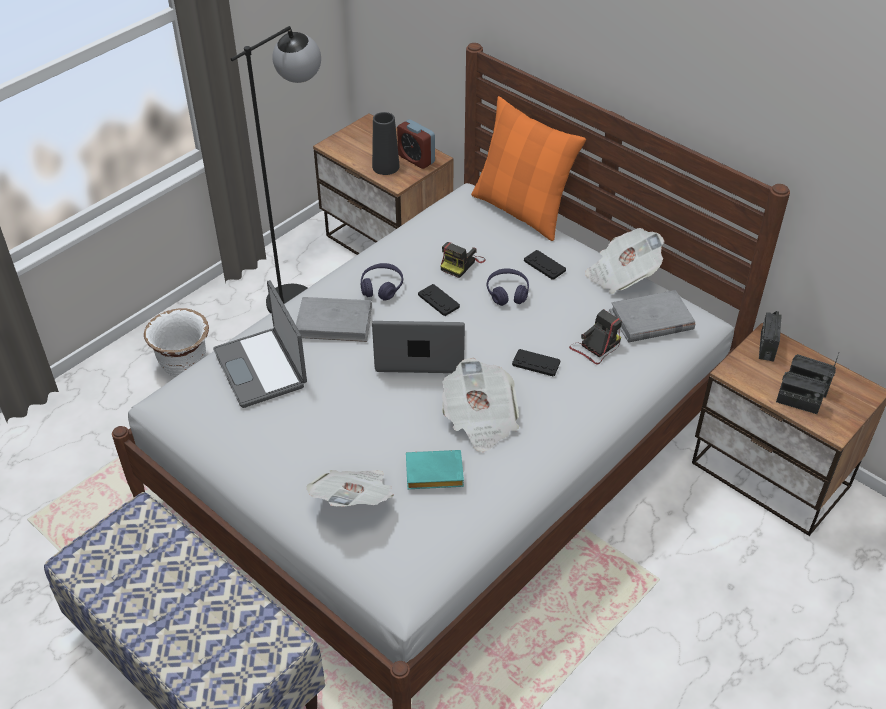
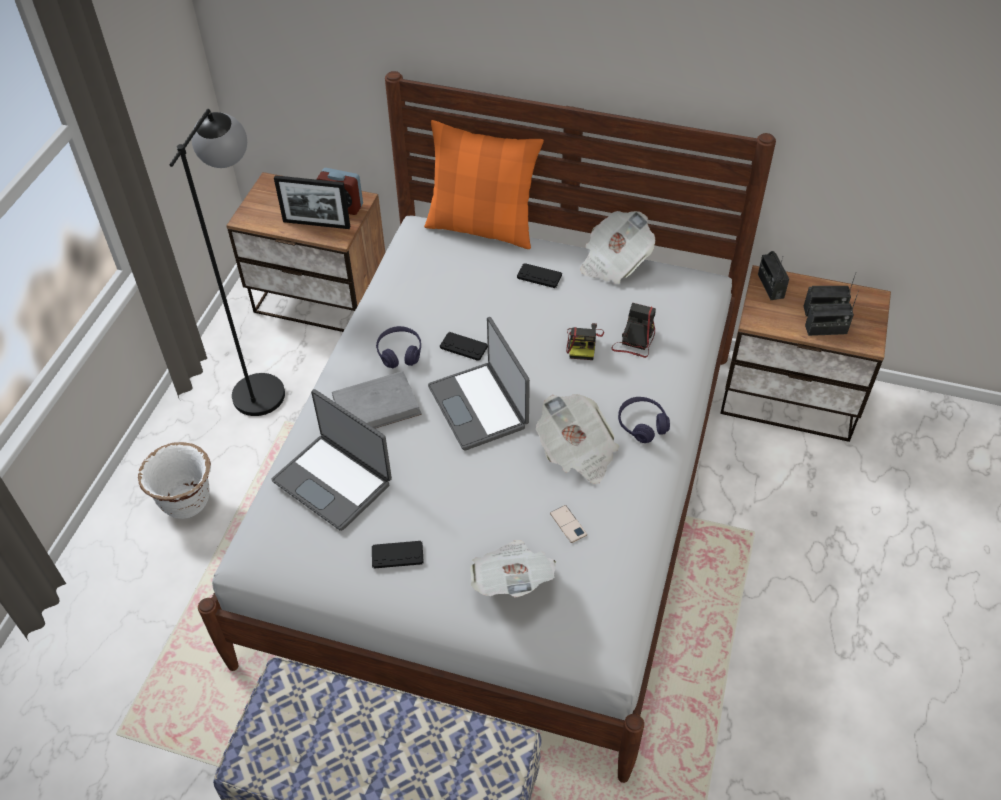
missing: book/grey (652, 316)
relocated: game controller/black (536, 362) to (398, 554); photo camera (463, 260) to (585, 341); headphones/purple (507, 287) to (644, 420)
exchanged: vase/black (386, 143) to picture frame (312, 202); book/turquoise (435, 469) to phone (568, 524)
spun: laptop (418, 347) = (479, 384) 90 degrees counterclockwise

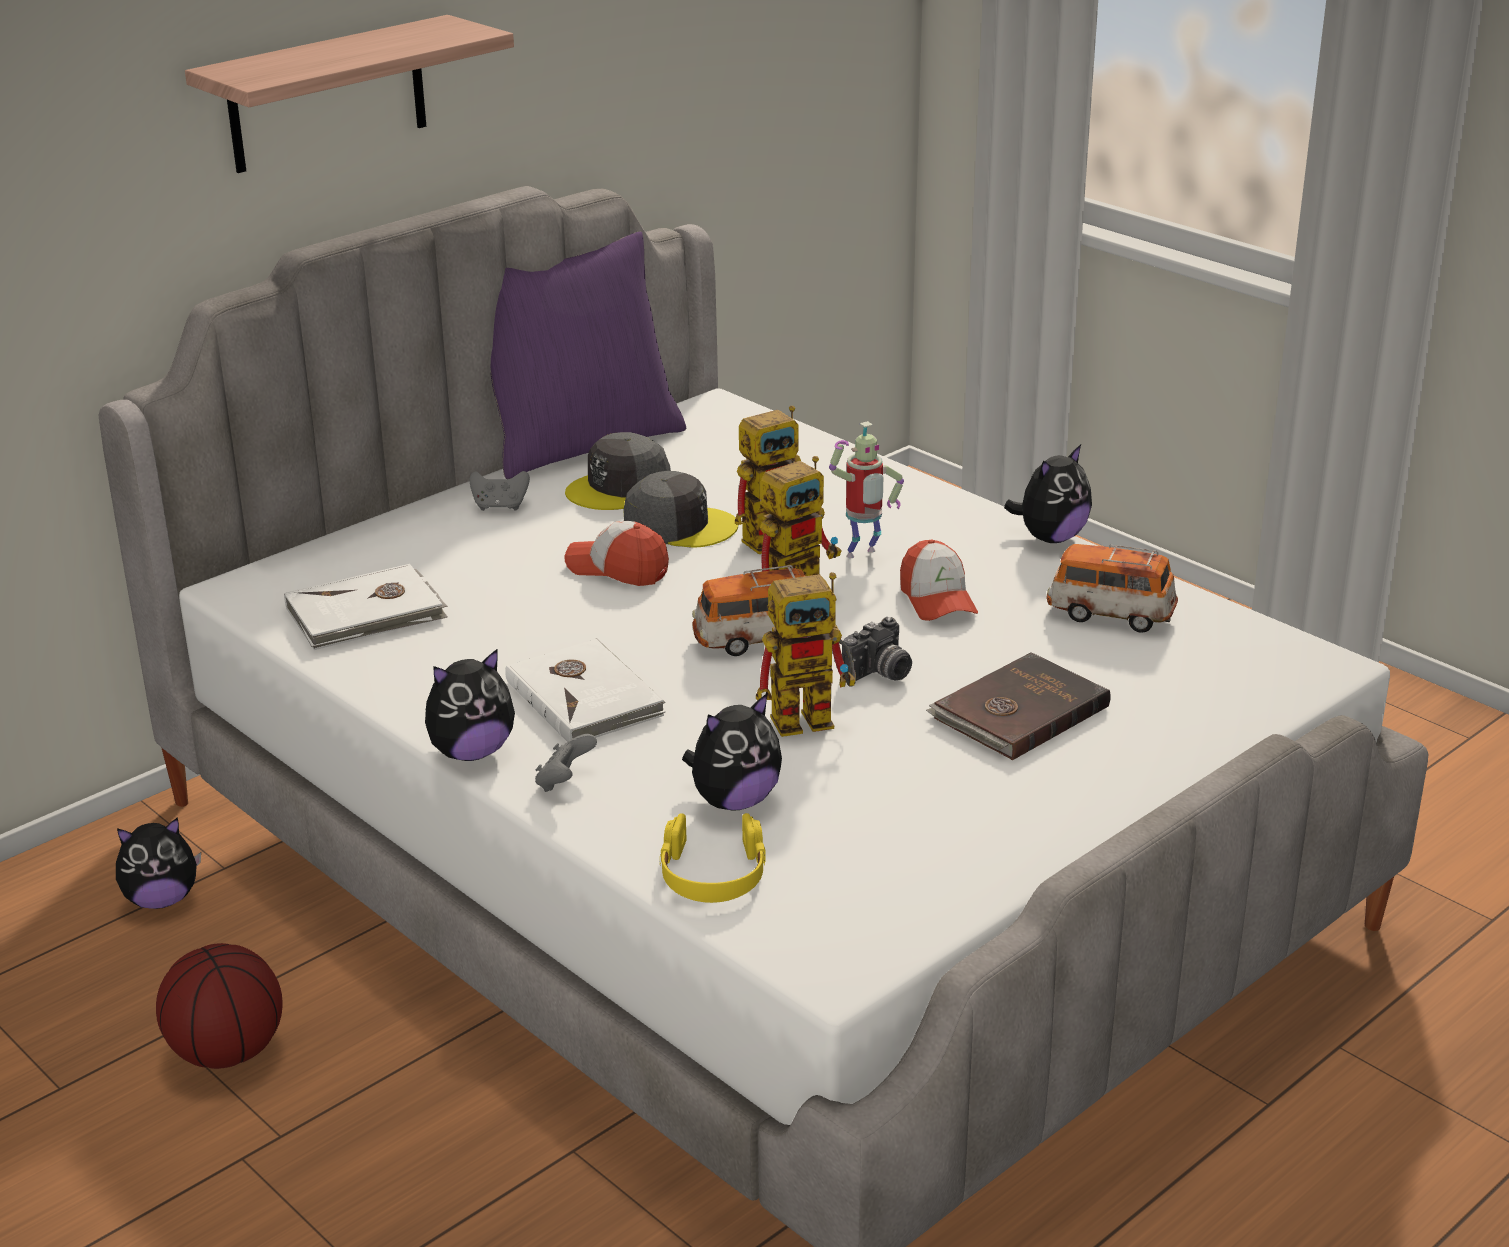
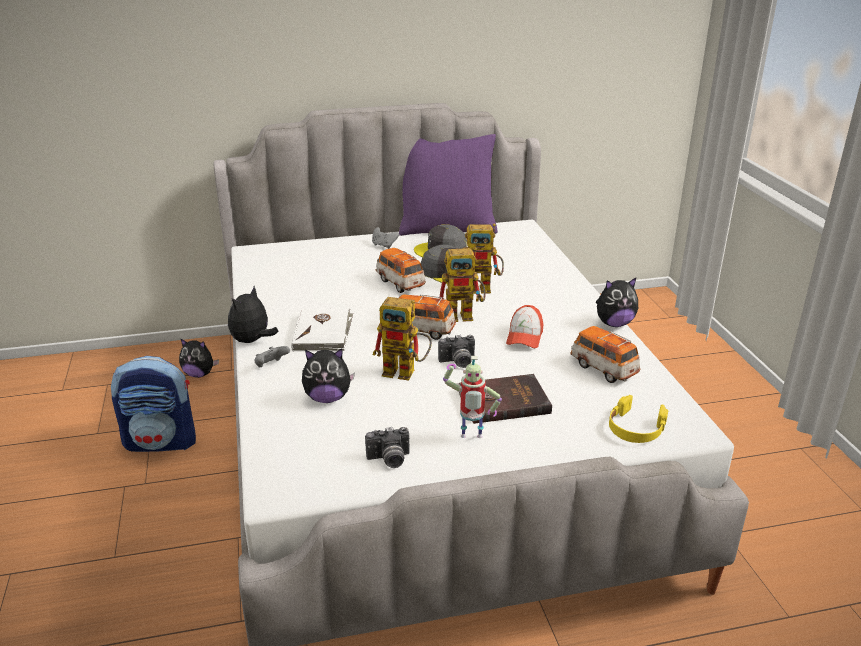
missing: shelf (349, 94); book/white (366, 607)
appeared: photo camera (387, 447)
relocated: toy robot (866, 489) to (472, 397); headphones/yellow (713, 858) to (638, 419)
exchanged: basketball (219, 1006) to backpack (153, 404); cap (617, 553) to toy car (401, 270)
spun: plush toy (470, 704) = (253, 314) 120 degrees clockwise

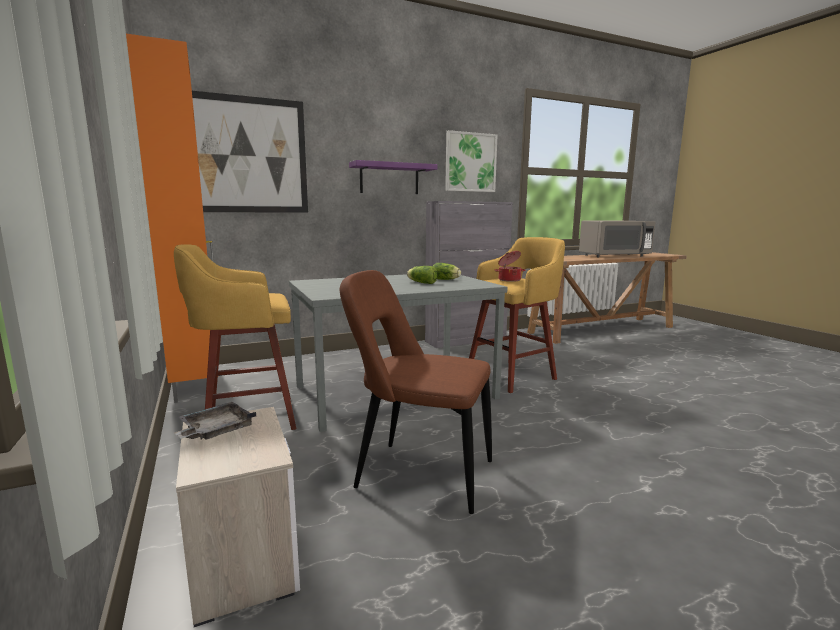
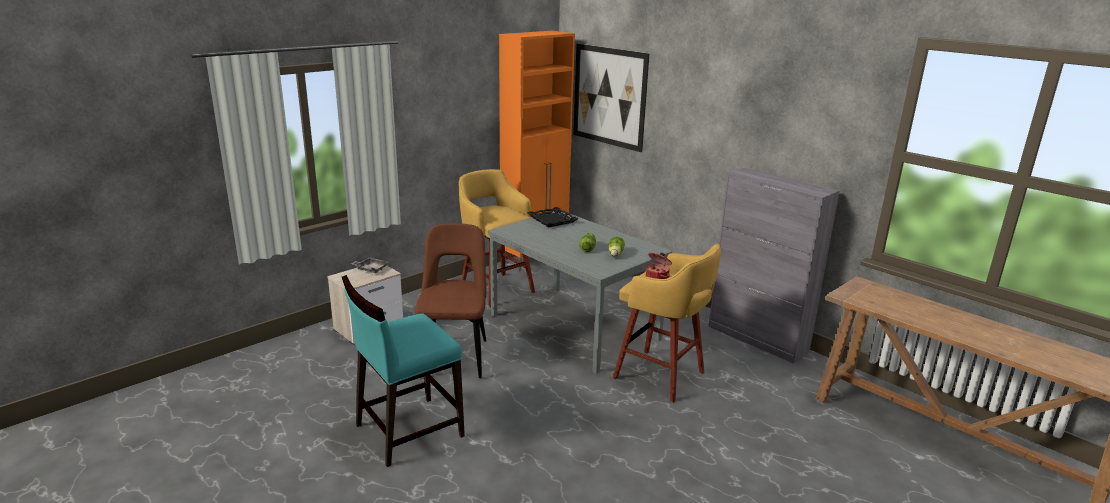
missing: shelf/purple (393, 177); picture (471, 161); microwave/grey (617, 239)
appeared: chair/turquoise (403, 371); tray/black (553, 217)

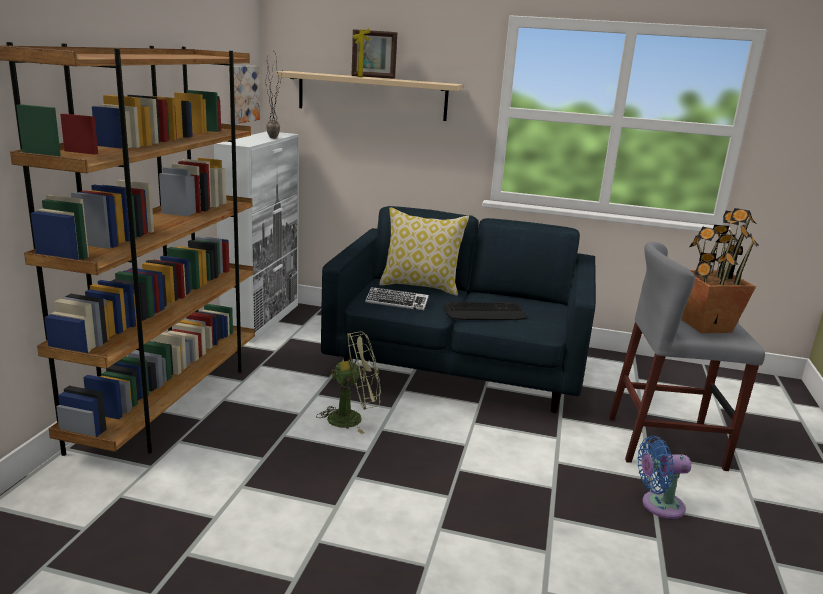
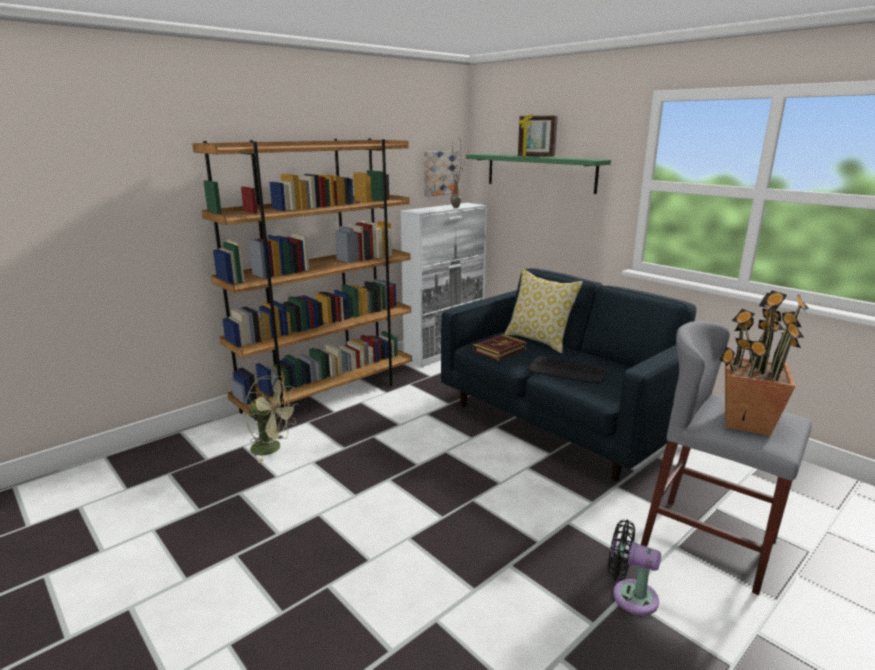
relocated: fan/green (348, 382) to (271, 419)
exchanged: keyboard (397, 299) to book (500, 347)
colour: shelf/beige (369, 96) to shelf/green (538, 174); fan/blue (664, 477) to fan/black (634, 568)

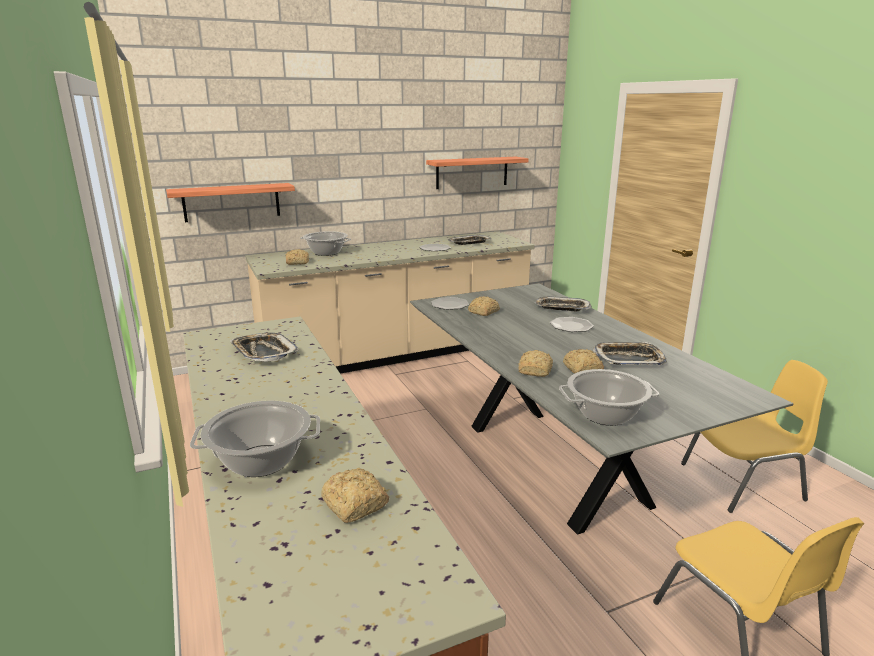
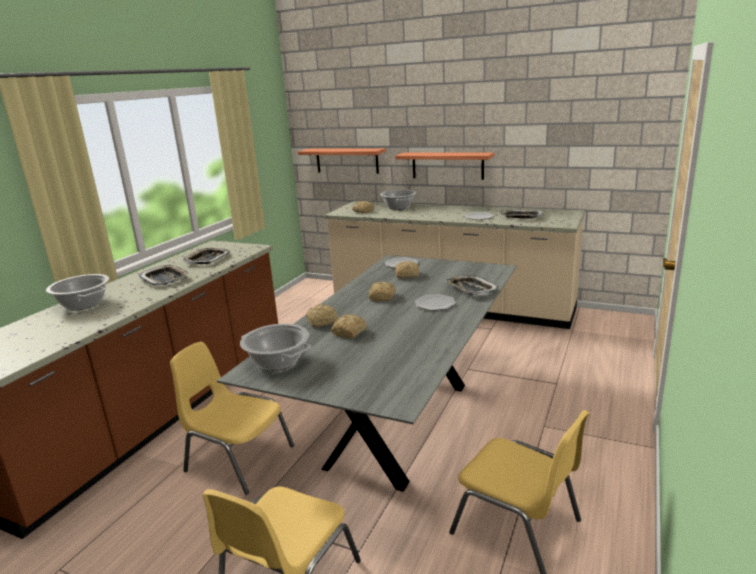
appeared: chair/yellow (232, 418)
relocated: tray (630, 353) to (164, 275); bread (355, 495) to (382, 291); shelf (477, 173) to (444, 166)

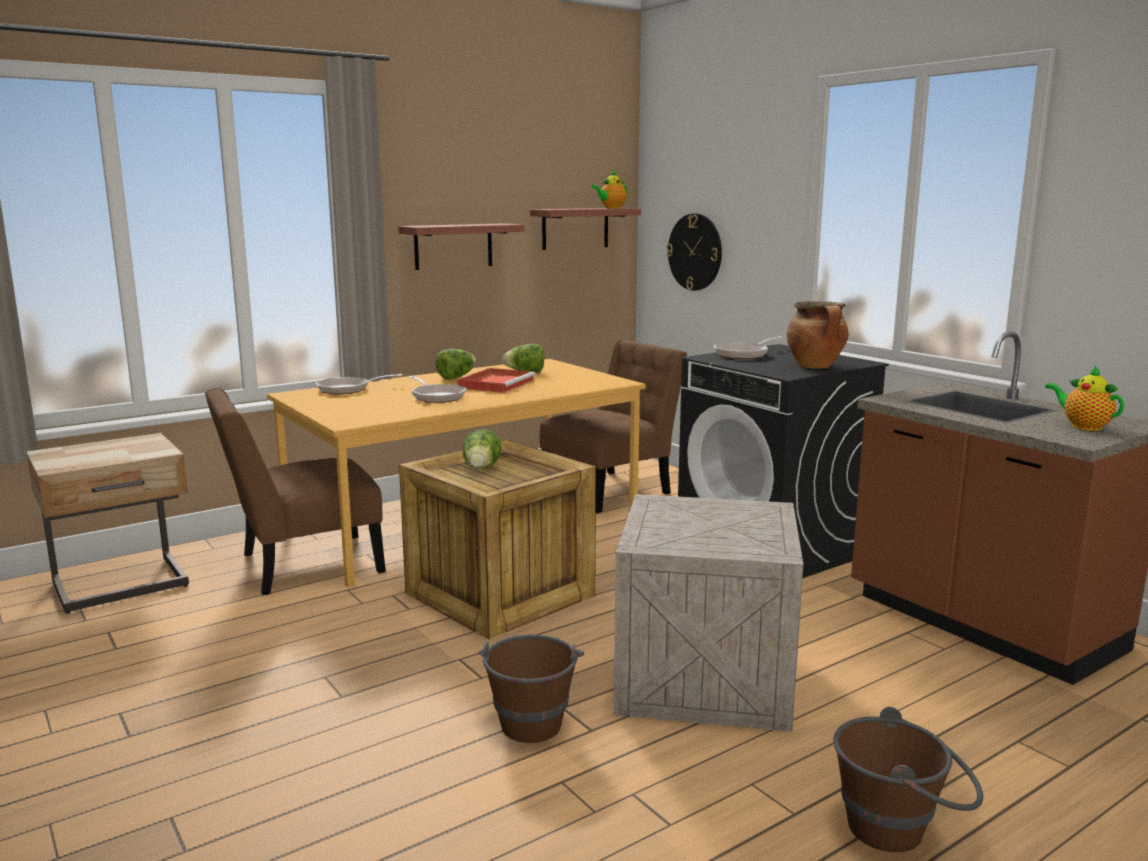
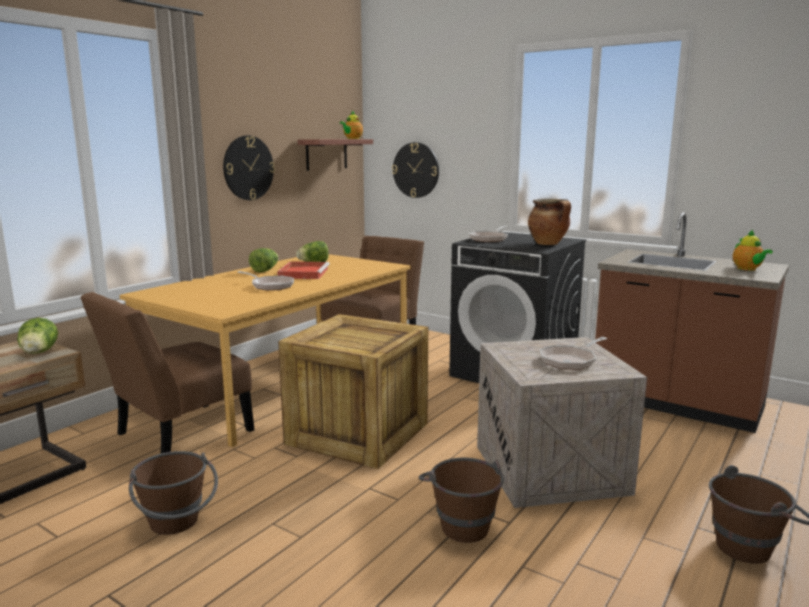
appeared: bucket/brown (173, 493)
relocated: lettuce (482, 449) to (37, 336); frying pan (359, 384) to (573, 353)
exchanged: shelf (461, 246) to wall clock (249, 167)
spun: teapot (1084, 398) = (753, 250) 135 degrees counterclockwise

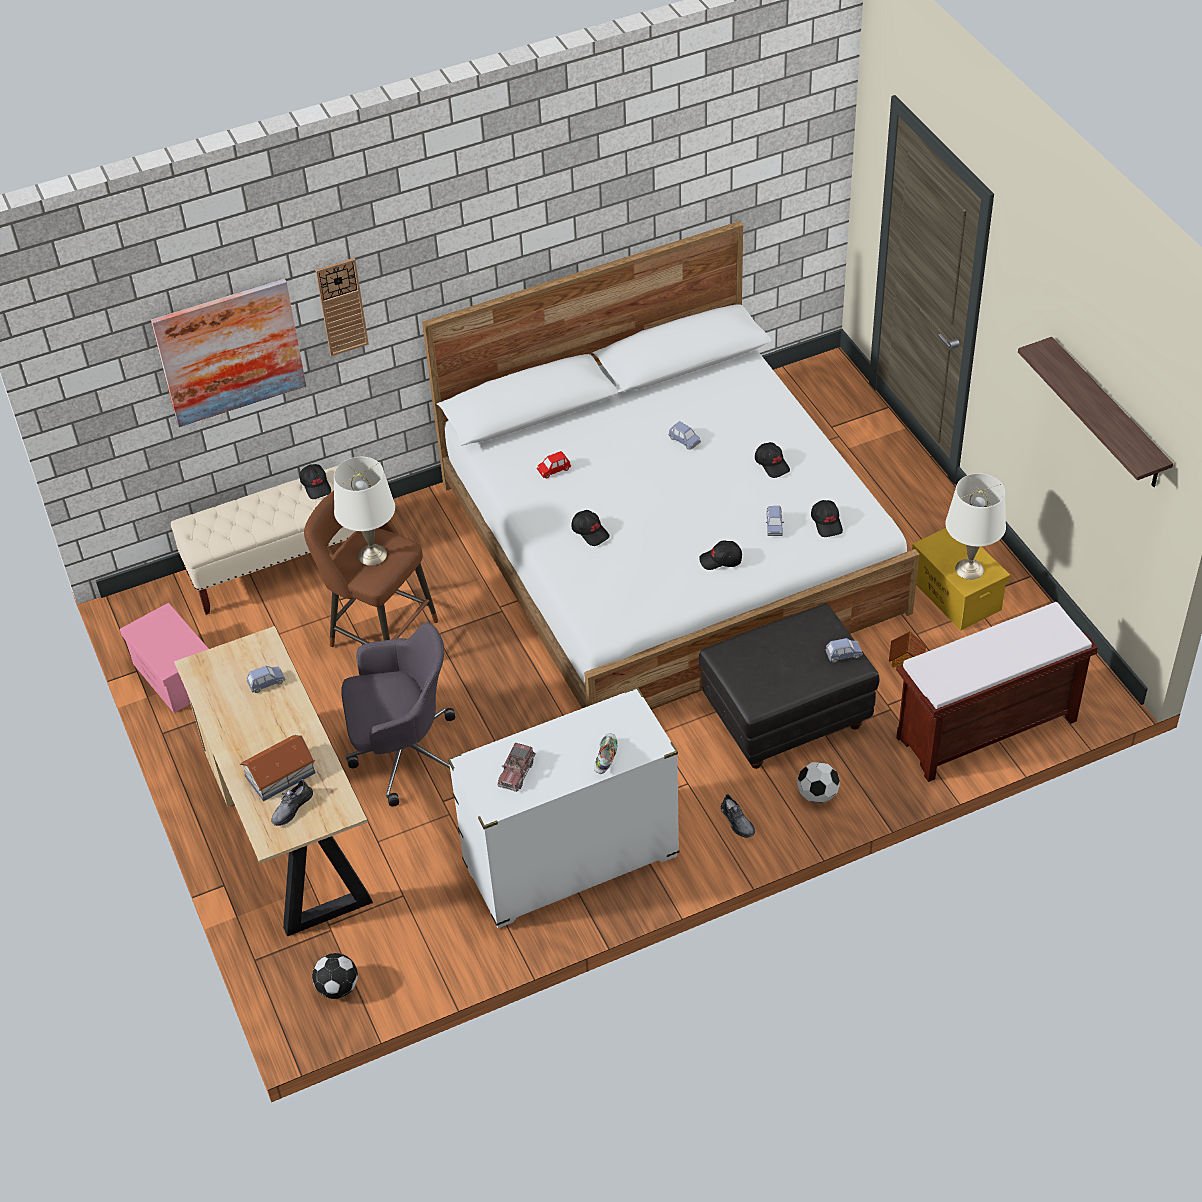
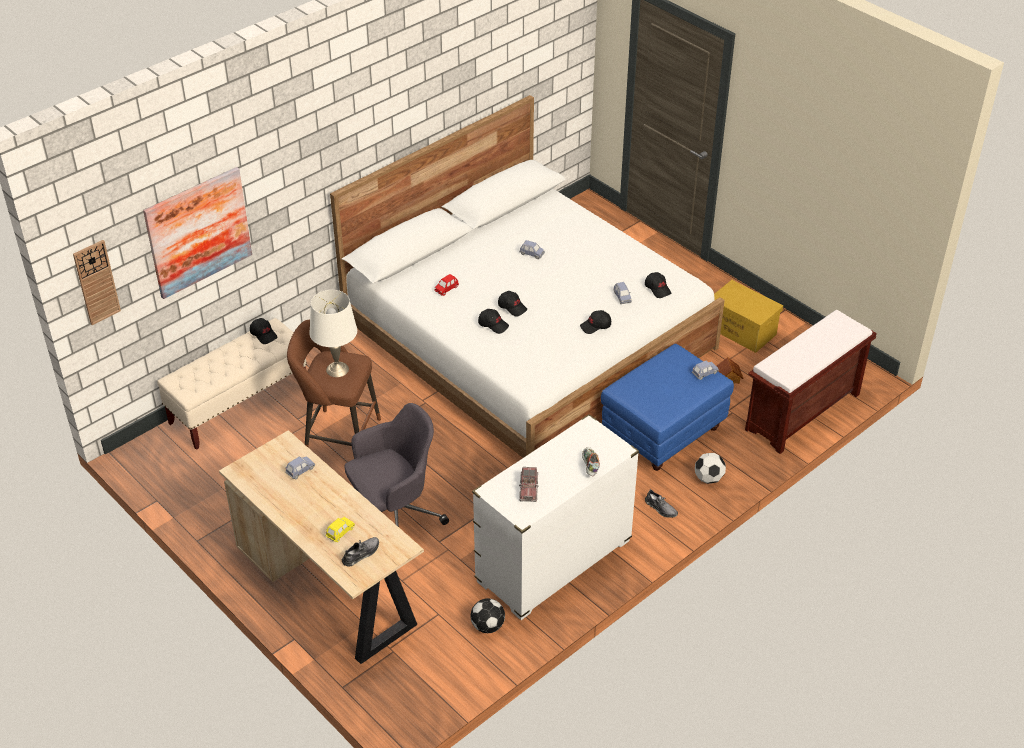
missing: storage box/pink (164, 658); table lamp/white (975, 526); shelf (1095, 412)
relocated: wall clock (342, 307) to (97, 282); football (335, 976) to (488, 615); cap/black (772, 460) to (512, 303)
exchanged: toy house (278, 768) to toy car/yellow (340, 529)
colour: ottoman/black (789, 686) to ottoman/blue (667, 407)
spun: shoe/grey (292, 802) = (360, 552) 150 degrees counterclockwise

